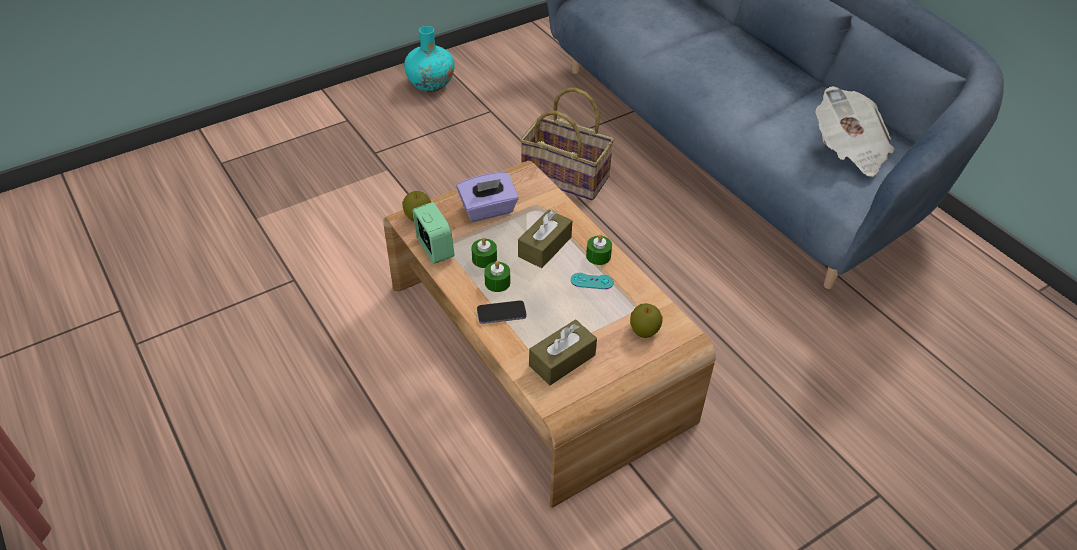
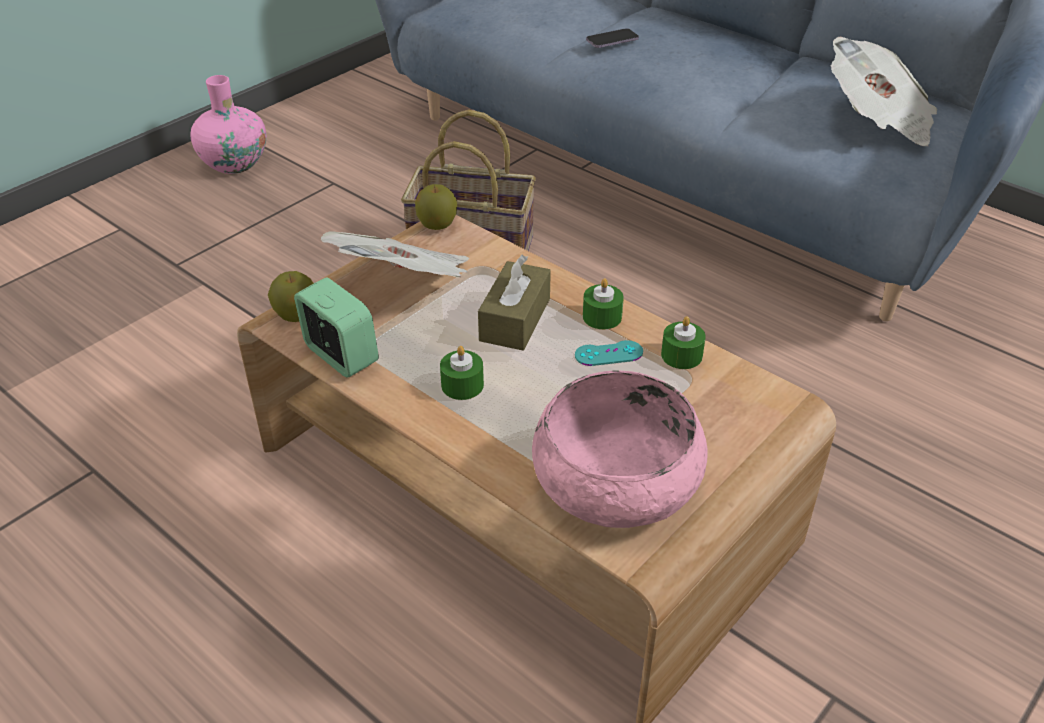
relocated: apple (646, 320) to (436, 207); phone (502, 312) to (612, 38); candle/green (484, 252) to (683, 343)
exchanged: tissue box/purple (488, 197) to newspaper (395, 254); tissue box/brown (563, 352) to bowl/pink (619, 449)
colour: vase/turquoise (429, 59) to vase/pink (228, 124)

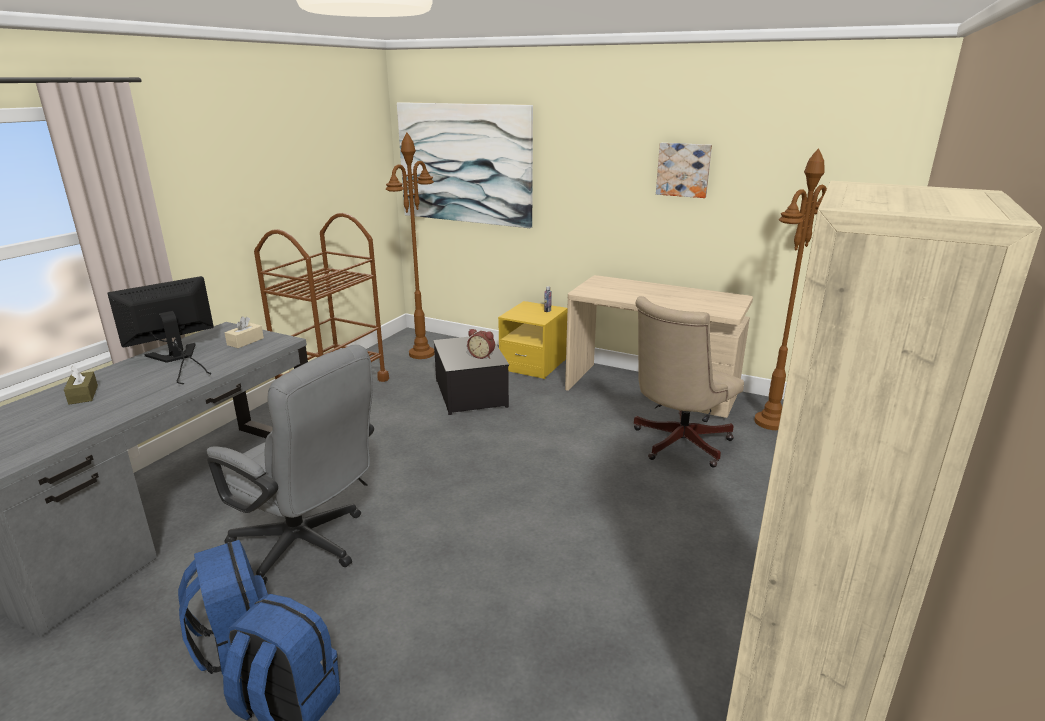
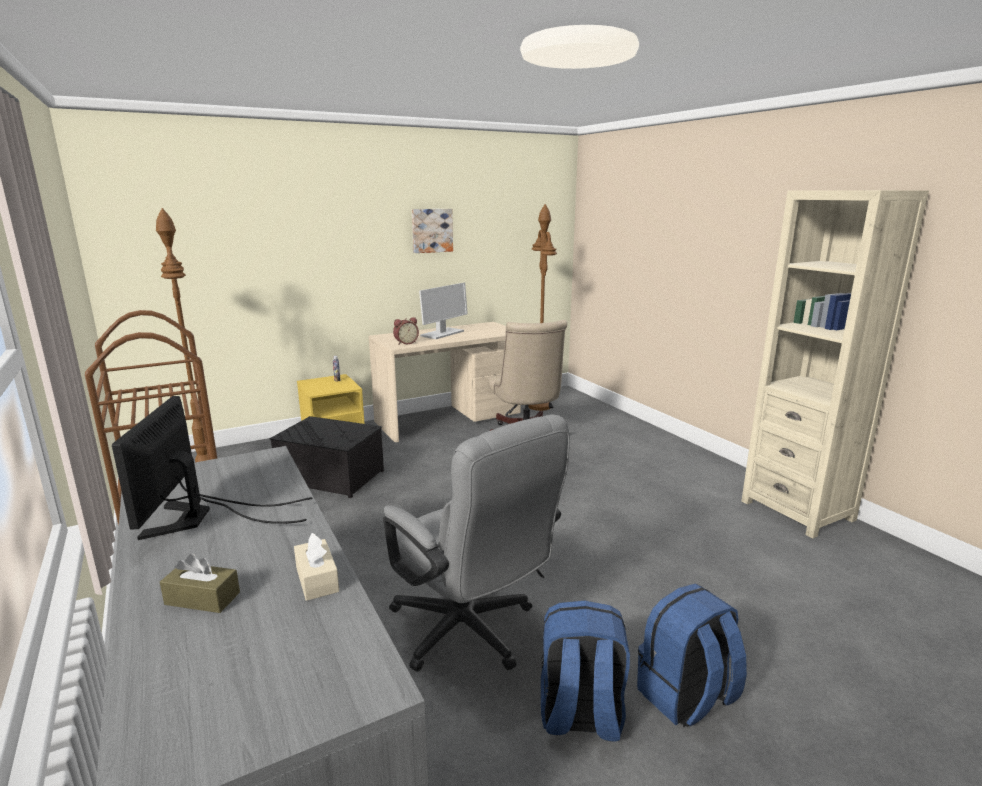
missing: picture (465, 165)
appeared: monitor (443, 310)
relocated: tissue box/beige (244, 332) to (316, 567); alarm clock (481, 344) to (406, 331)
spun: office chair/grey (290, 465) = (476, 543) 75 degrees clockwise

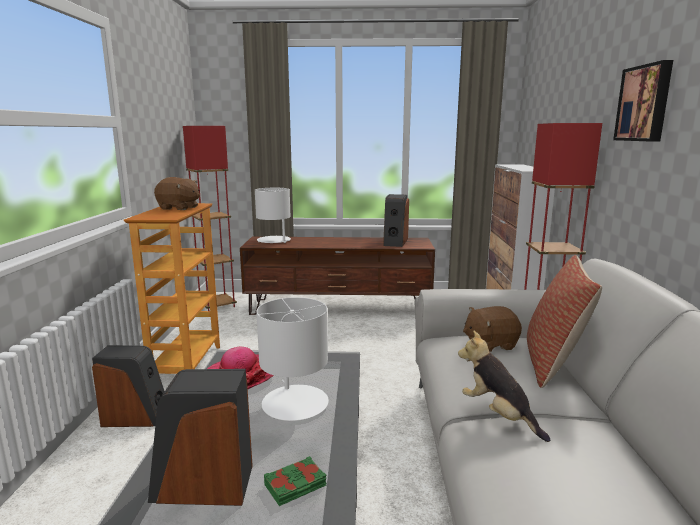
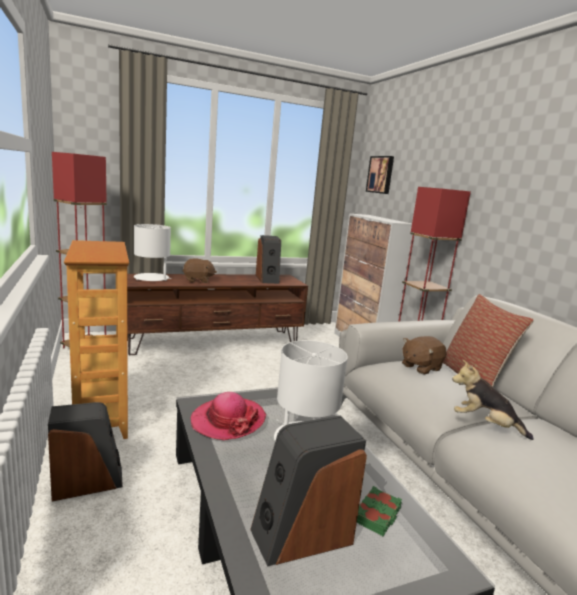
relocated: plush toy/brown (177, 193) to (200, 271); picture (643, 101) to (380, 175)

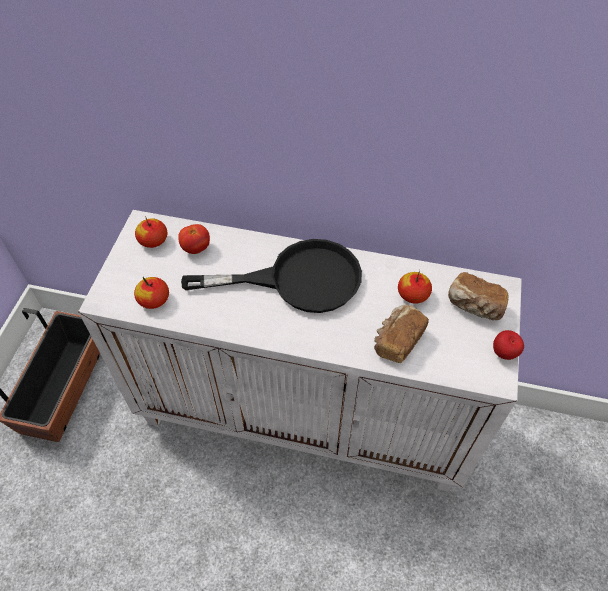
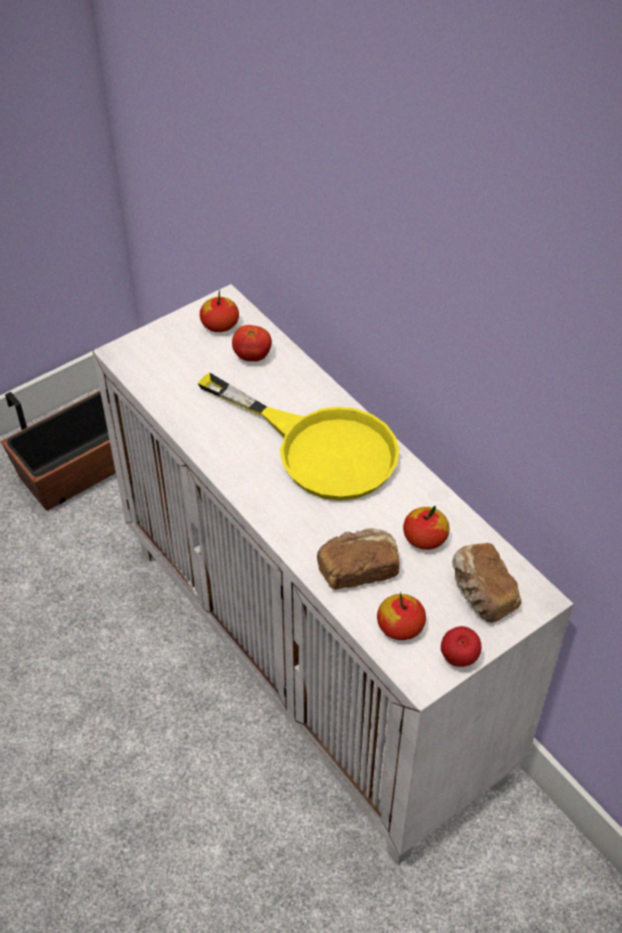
relocated: apple (151, 293) to (401, 616)
colour: frying pan/black (271, 276) to frying pan/yellow (298, 437)

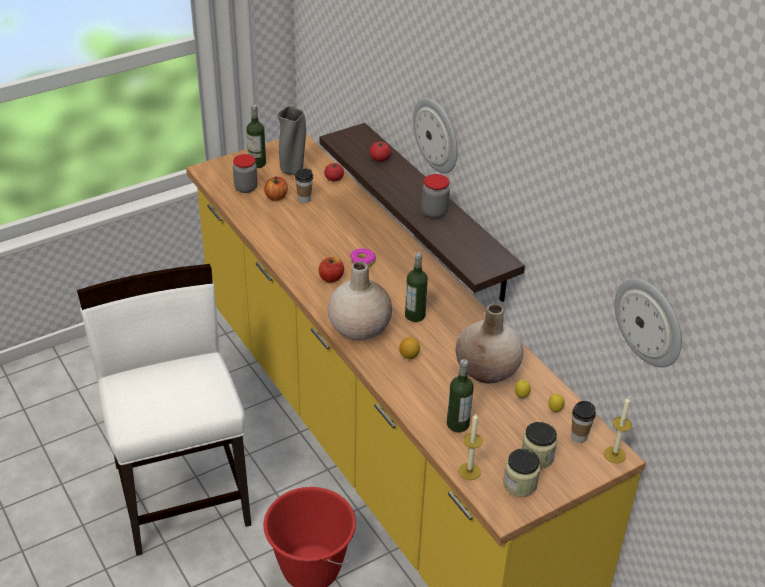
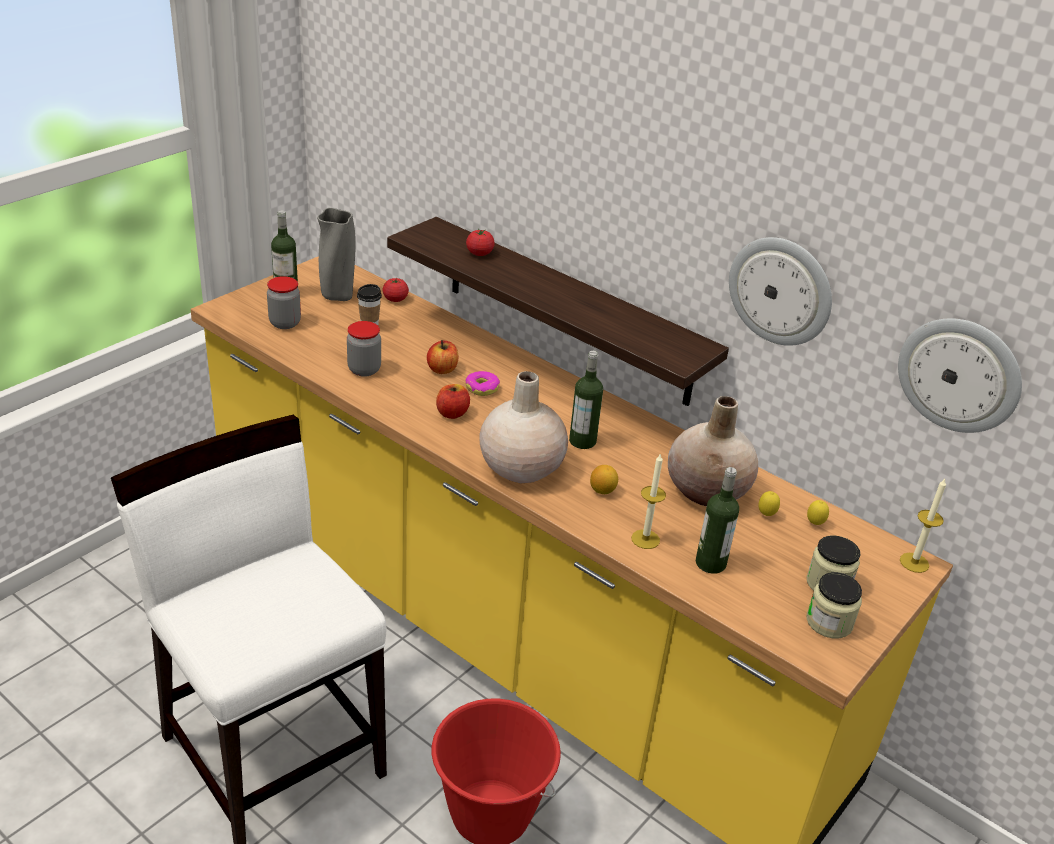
missing: cup (583, 422)
relocated: jar (436, 196) to (364, 349); apple (276, 189) to (442, 357); candle (470, 447) to (648, 501); wall clock (435, 135) to (780, 291)

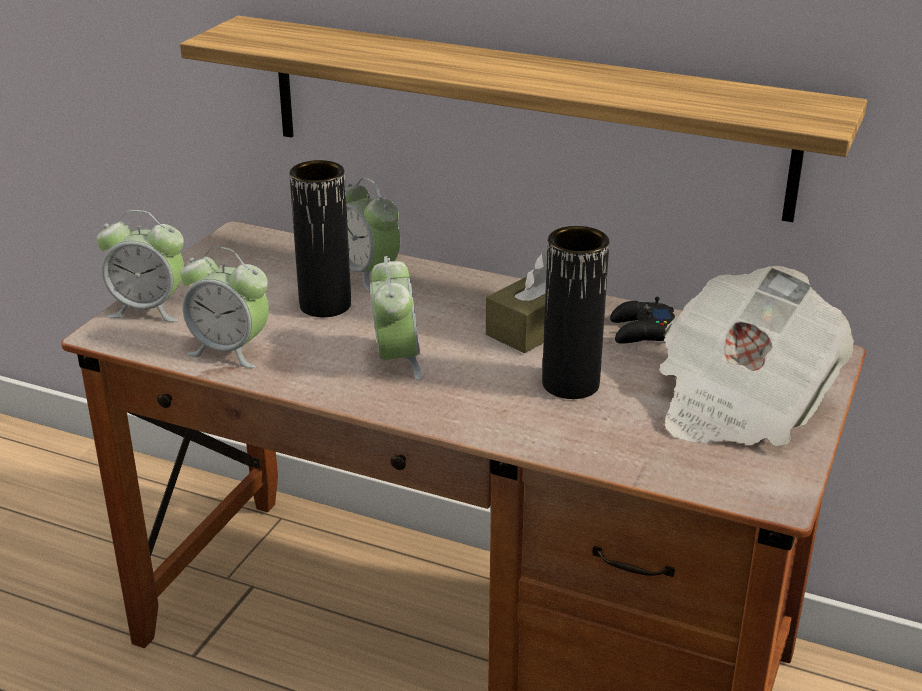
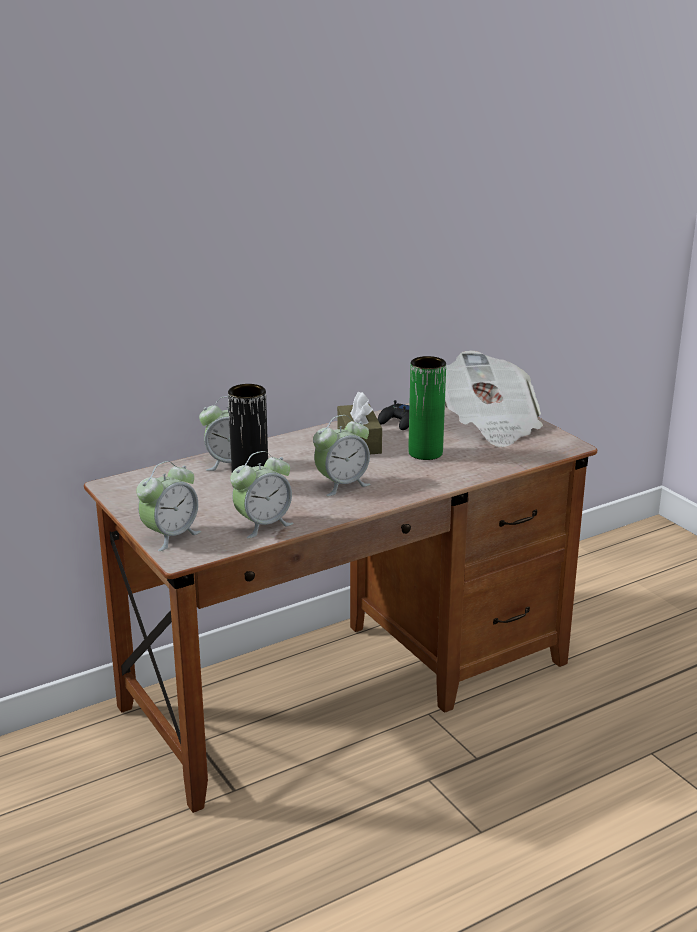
missing: shelf (523, 119)
colour: vase/black (575, 312) to vase/green (427, 408)
spun: alarm clock (396, 318) = (342, 455) 120 degrees clockwise

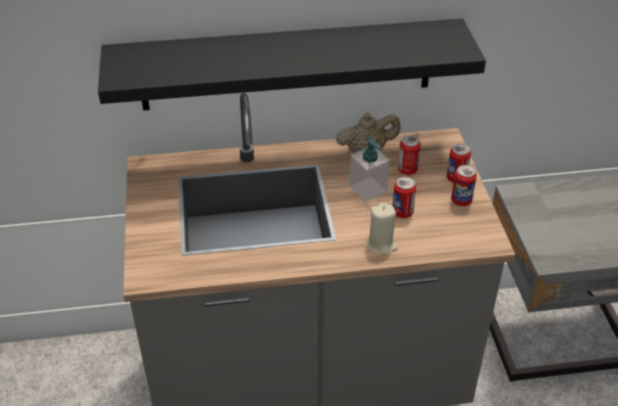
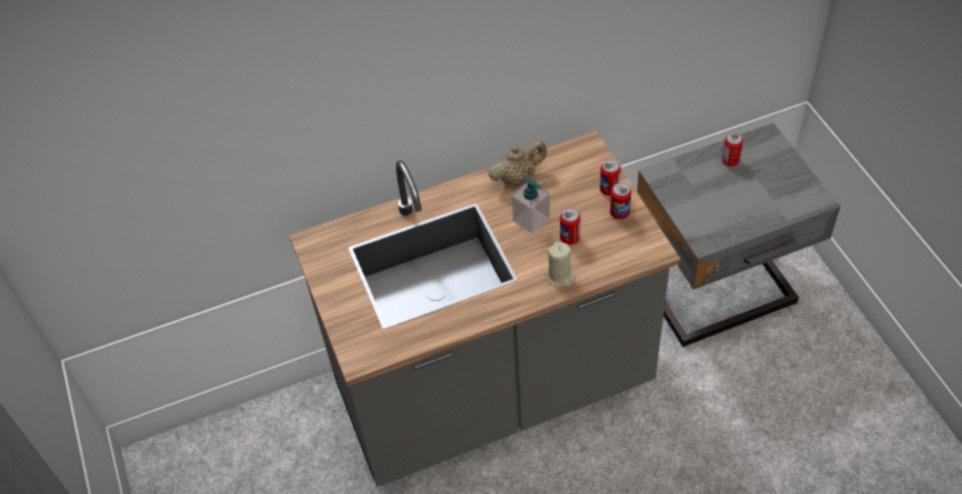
missing: shelf/black (292, 65)
relocated: can (409, 155) to (732, 149)

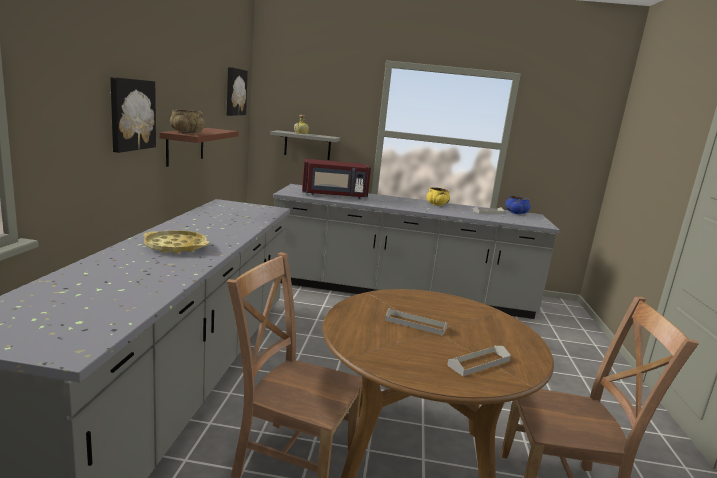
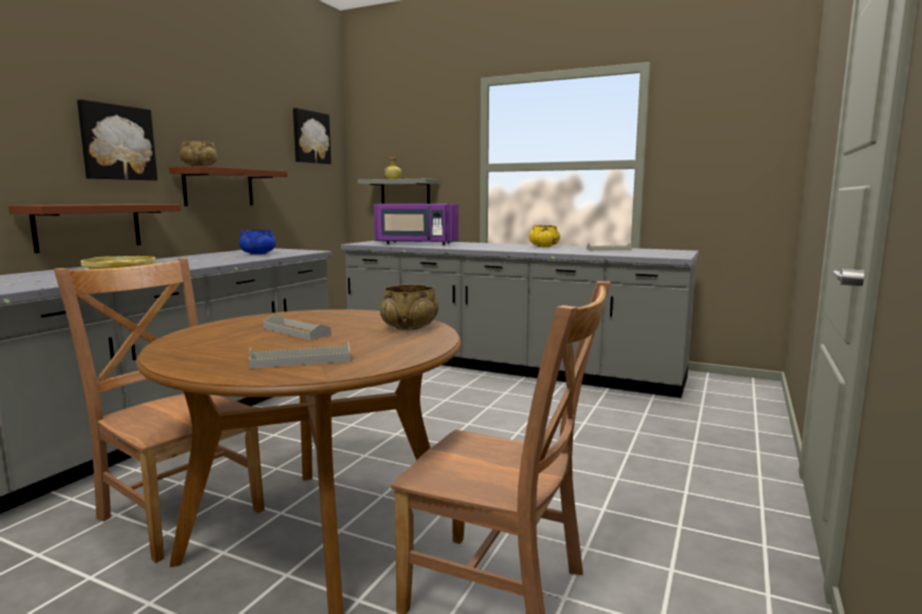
appeared: shelf/brown (94, 228); bowl/beige (409, 307)
relocated: bowl/blue (517, 205) to (257, 242)
colour: microwave/red (336, 179) to microwave/purple (416, 224)

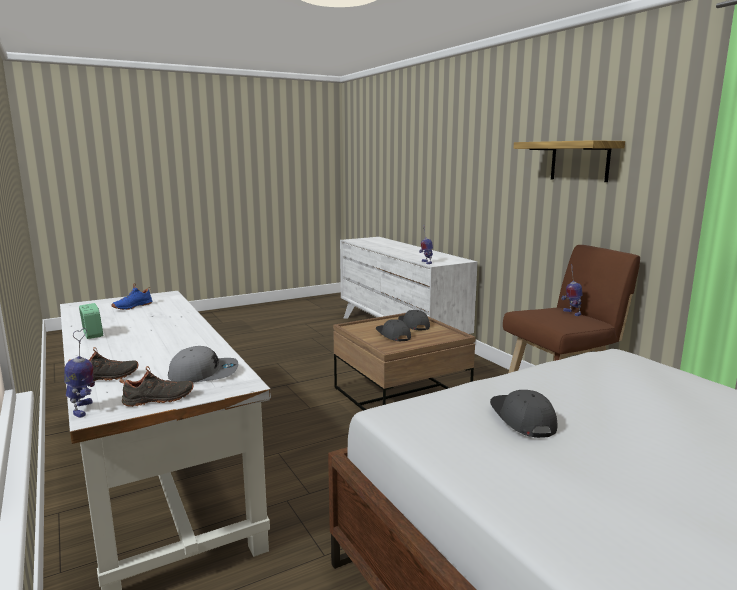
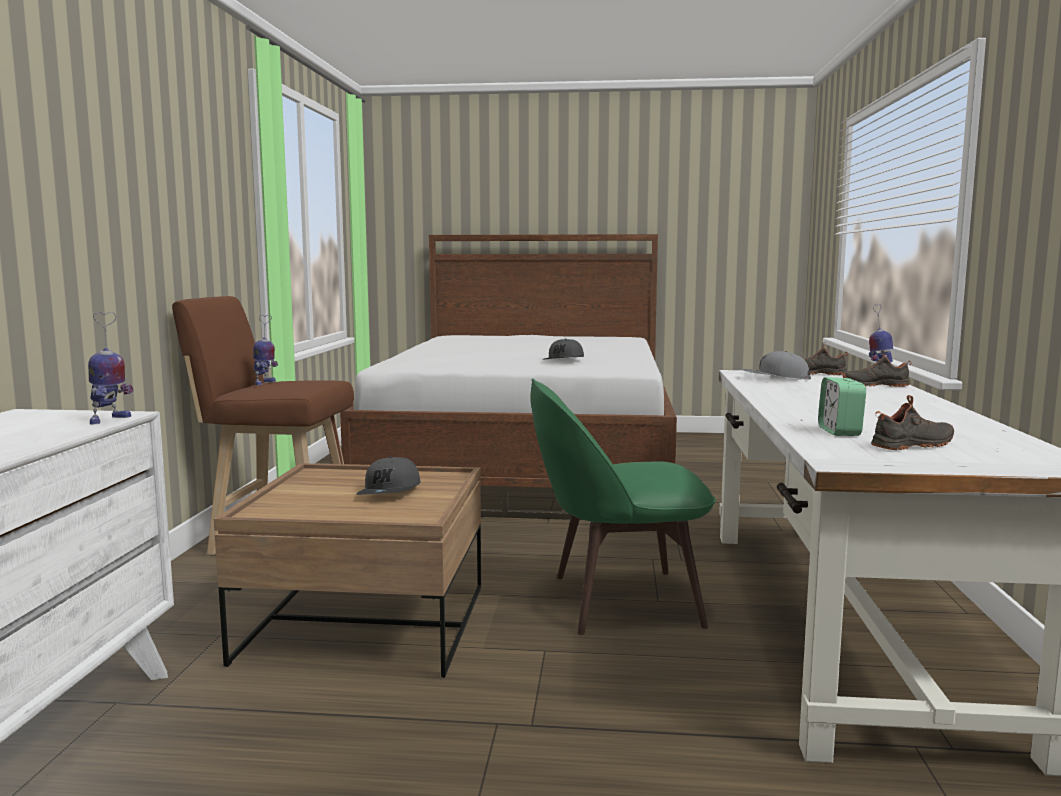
missing: cap/grey (414, 320); shelf (569, 161)
appeared: chair/green (623, 507)
relocated: alarm clock (91, 321) to (842, 406)
colour: shoe/blue (132, 297) to shoe/black (912, 422)

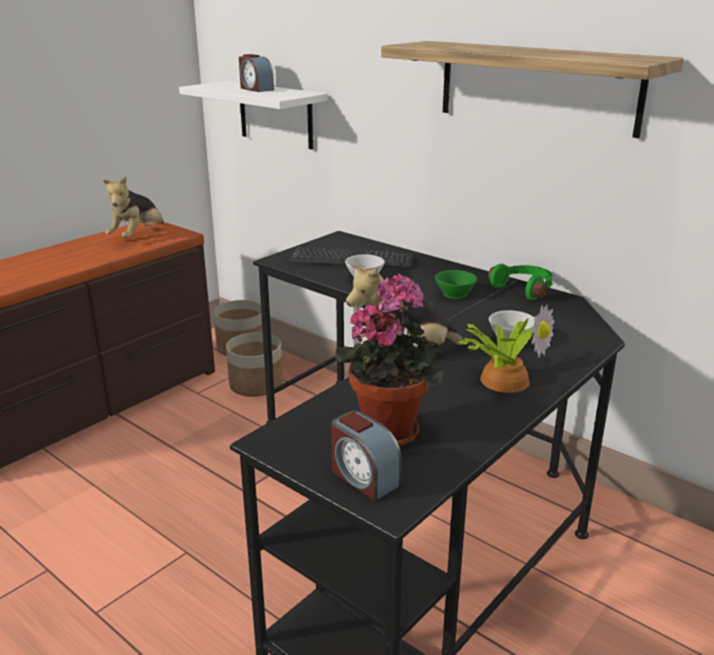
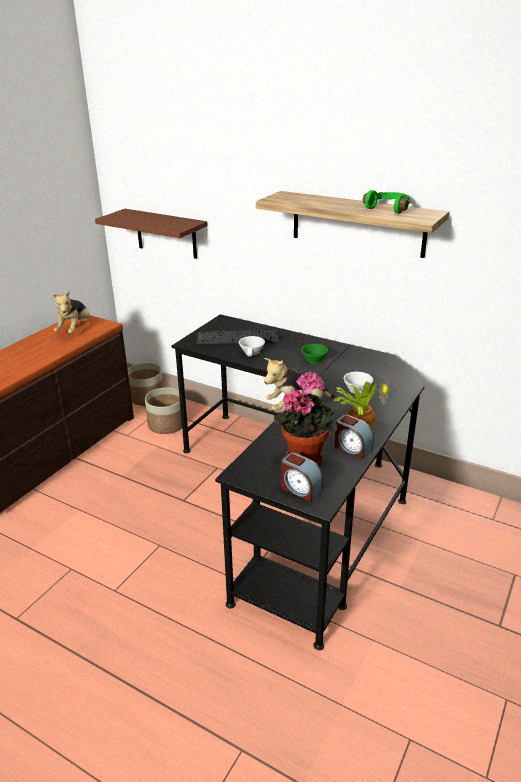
relocated: alarm clock (256, 73) to (354, 437); headphones/green (520, 282) to (387, 202)
colour: shelf/white (253, 115) to shelf/brown (151, 234)

